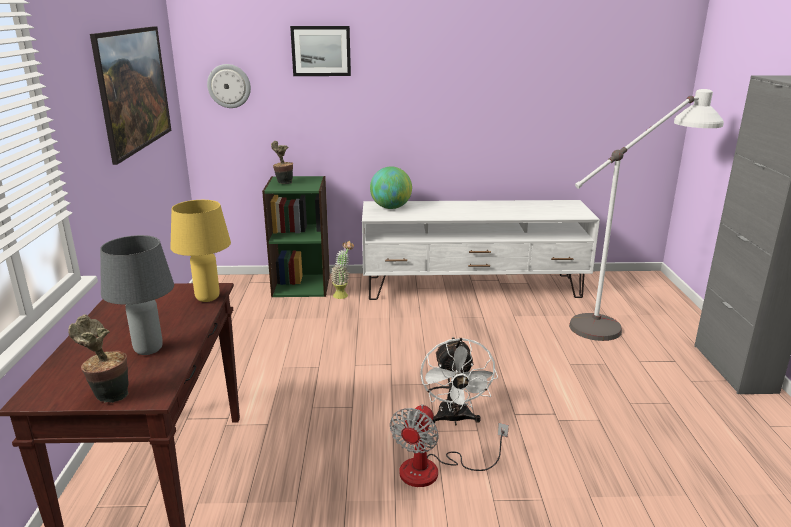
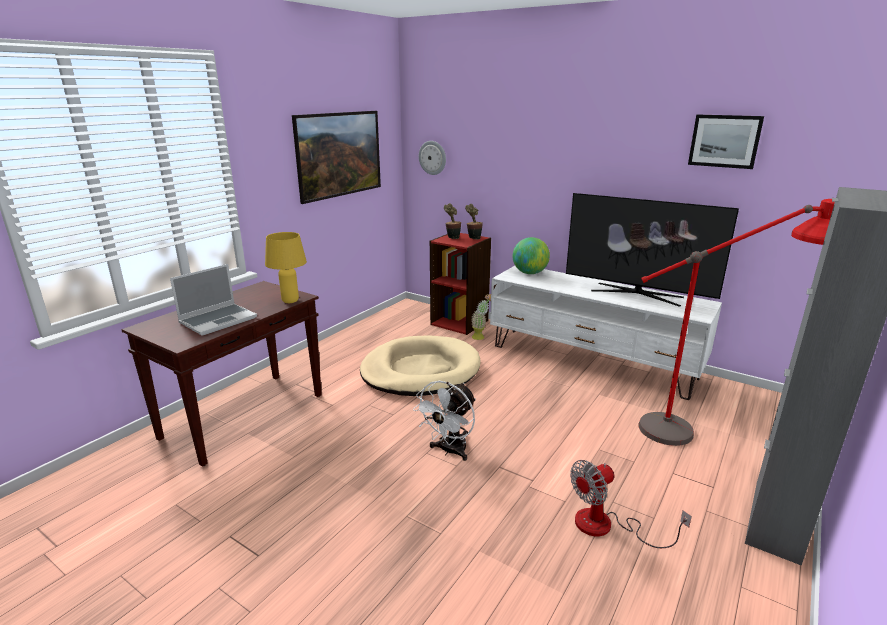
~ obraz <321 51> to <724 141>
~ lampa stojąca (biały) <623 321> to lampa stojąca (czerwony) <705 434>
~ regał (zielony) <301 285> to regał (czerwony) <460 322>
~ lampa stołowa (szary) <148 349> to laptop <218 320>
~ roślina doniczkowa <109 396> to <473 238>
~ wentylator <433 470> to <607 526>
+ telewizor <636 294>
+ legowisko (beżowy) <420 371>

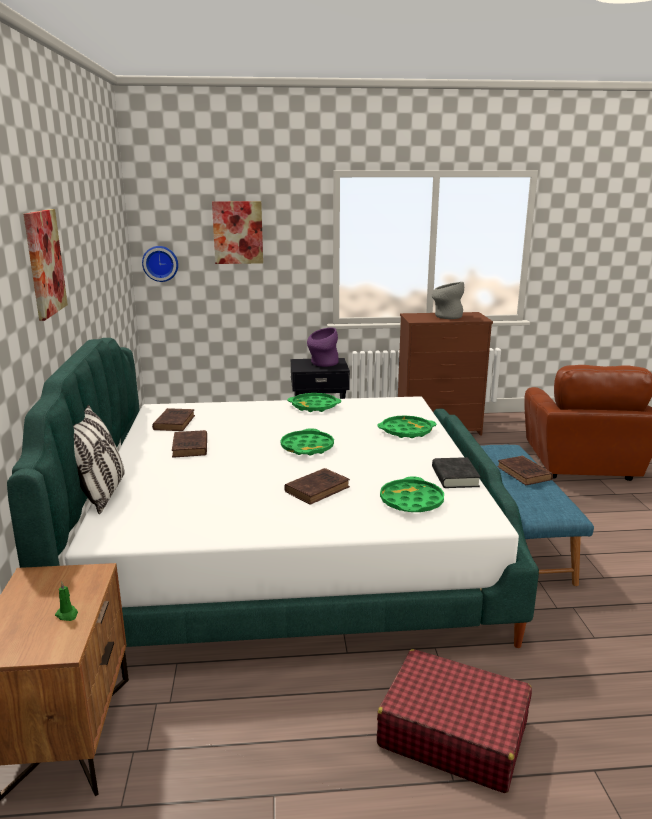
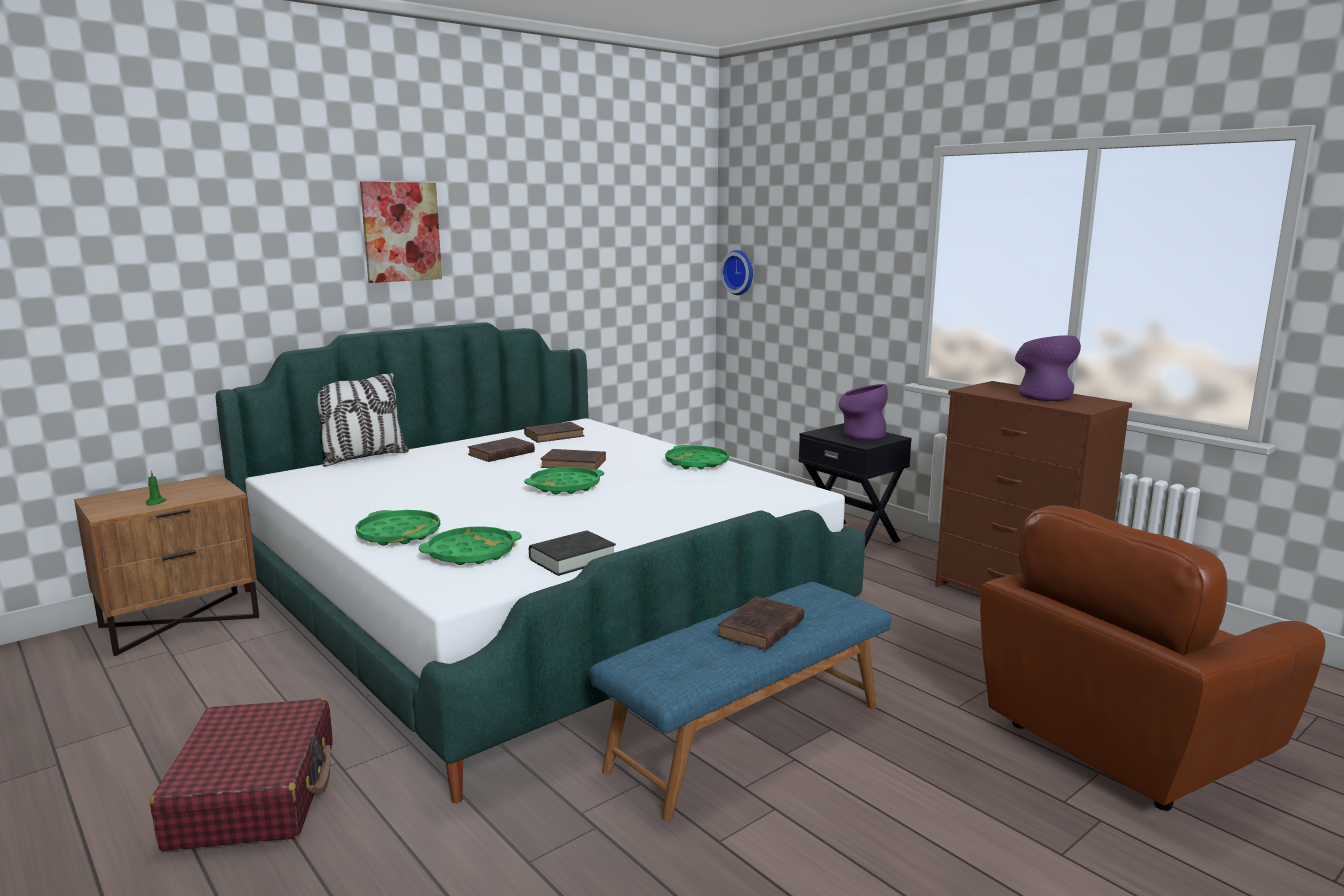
- obraz <238 232>
~ wazon (szary) <446 316> to wazon (fioletowy) <1042 395>
~ taca (zielony) <406 431> to <399 534>
~ książka (brązowy) <318 489> to <575 464>

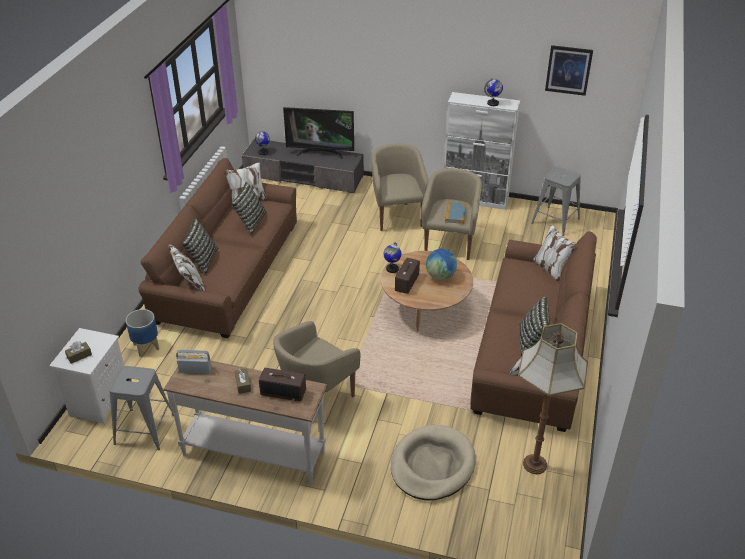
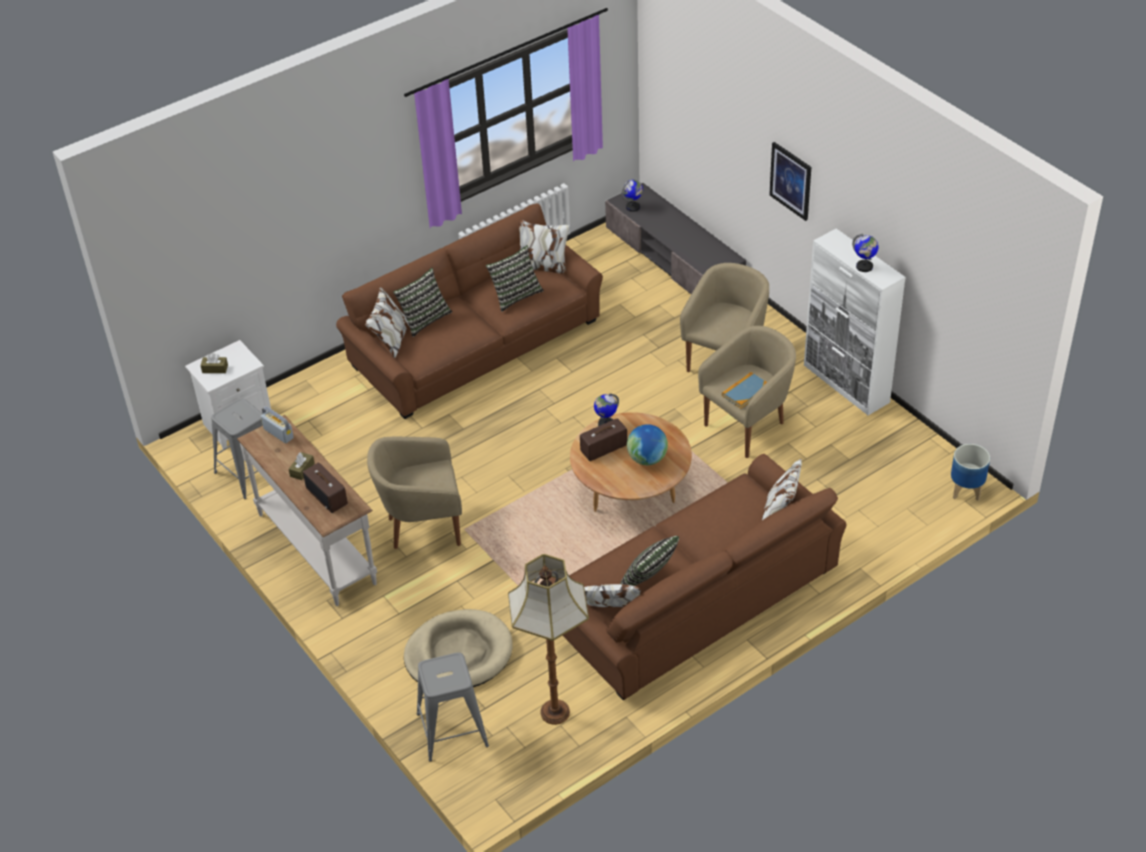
~ obraz <568 70> to <791 180>
- telewizor <320 153>
~ stołek (szary) <555 221> to <452 730>
~ donica <146 346> to <965 490>

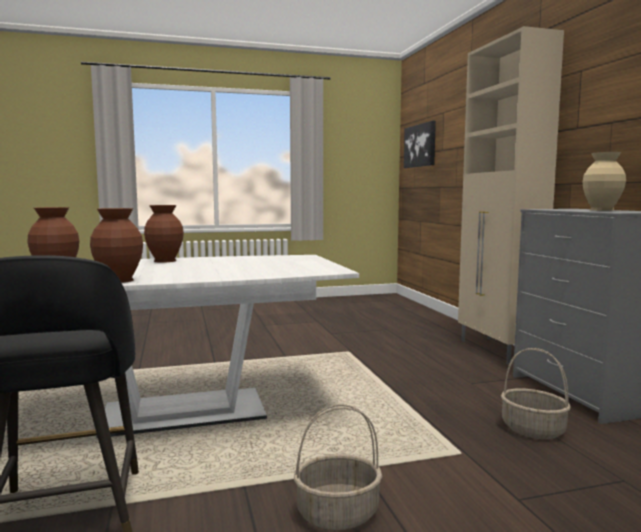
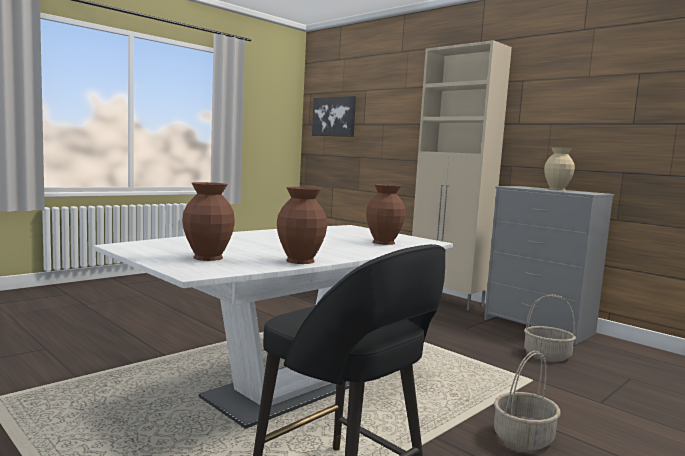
~ wazon (brązowy) <164 261> to <382 242>

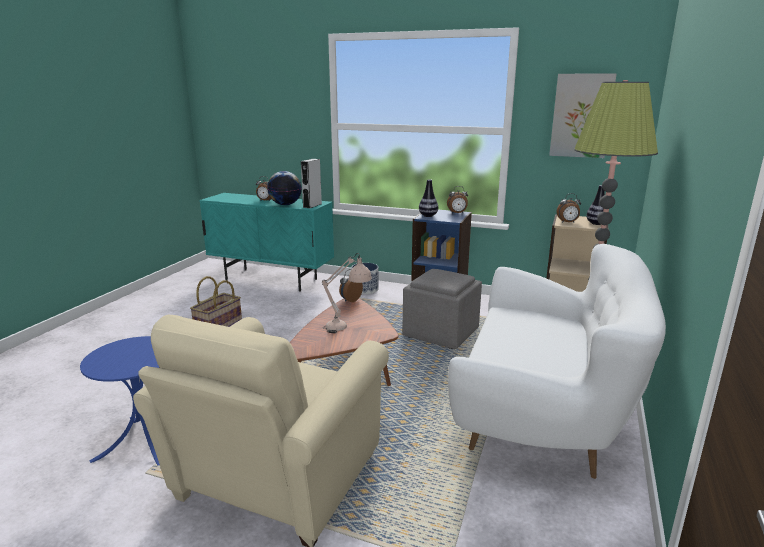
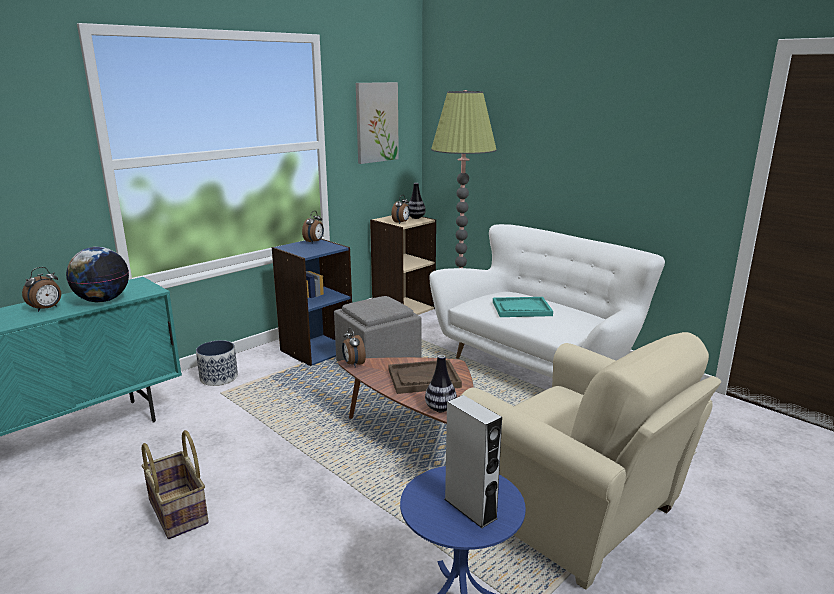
~ głośnik (szary) <312 205> to <470 508>
~ wazon <428 216> to <440 409>
~ lampa stołowa (beżowy) <347 327> to taca (brązowy) <423 378>
+ taca (turkusowy) <521 309>

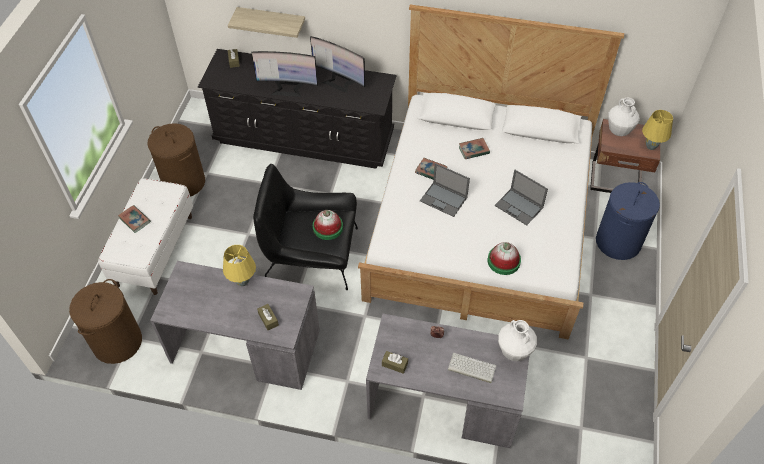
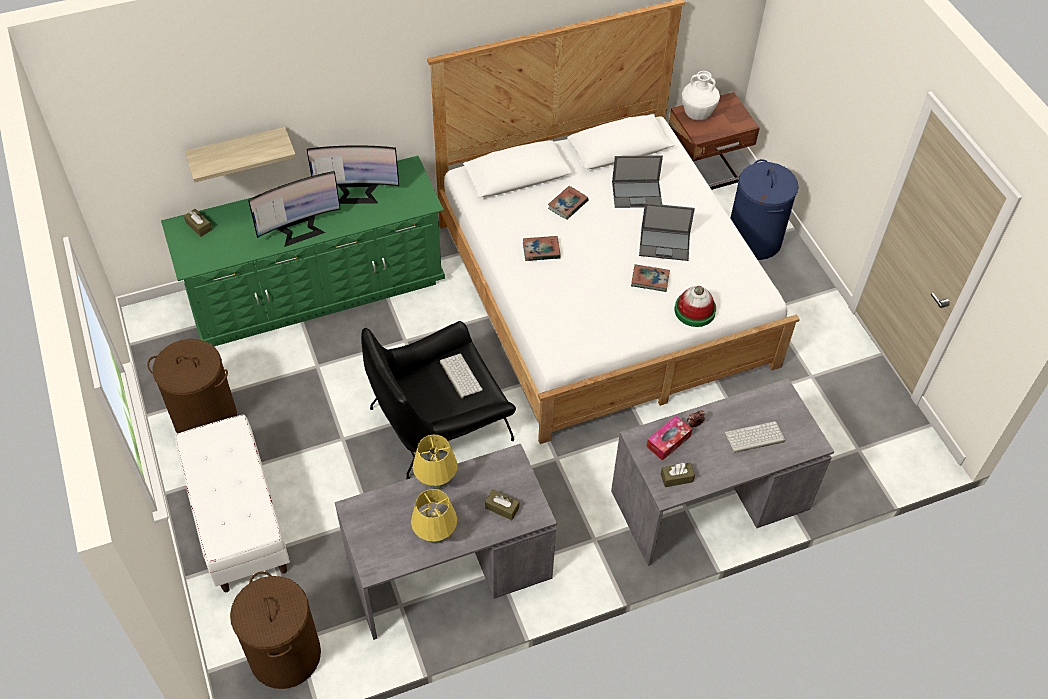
~ komoda (czarny) <304 137> to komoda (zielony) <317 289>
~ lampa stołowa (żółty) <651 146> to <436 537>
~ laptop <444 199> to <637 194>
~ książka <135 220> to <650 279>
~ kapelusz <328 227> to klawiatura <459 375>
- wazon (biały) <514 352>
+ pudełko chusteczek <668 441>

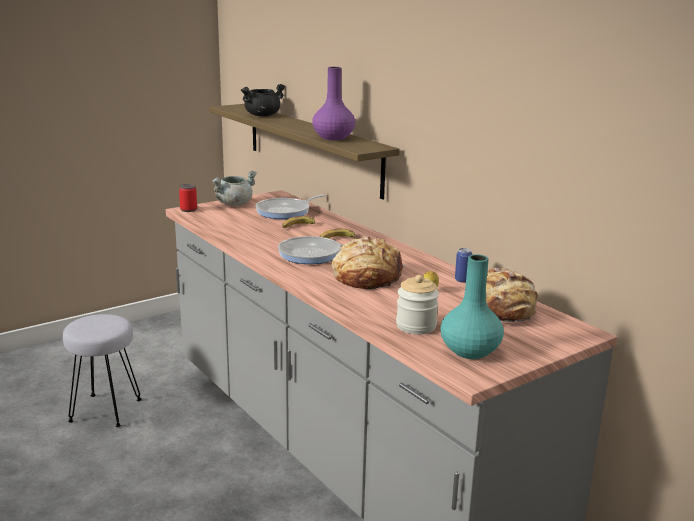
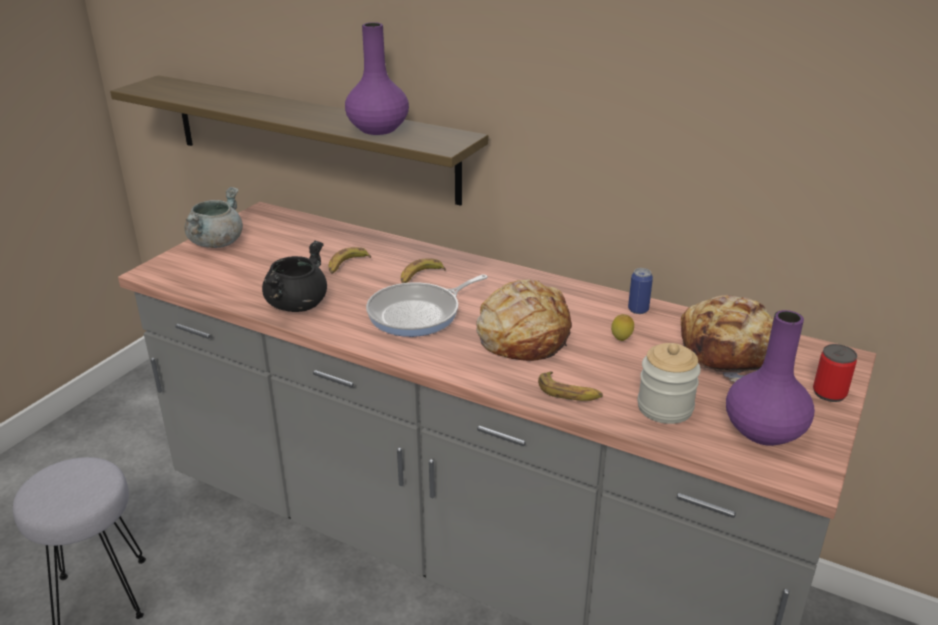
~ garnek (czarny) <262 115> to <296 304>
~ puszka <188 210> to <829 393>
- patelnia <286 211>
~ wazon (turkusowy) <469 351> to wazon (fioletowy) <763 432>
+ banan <569 392>

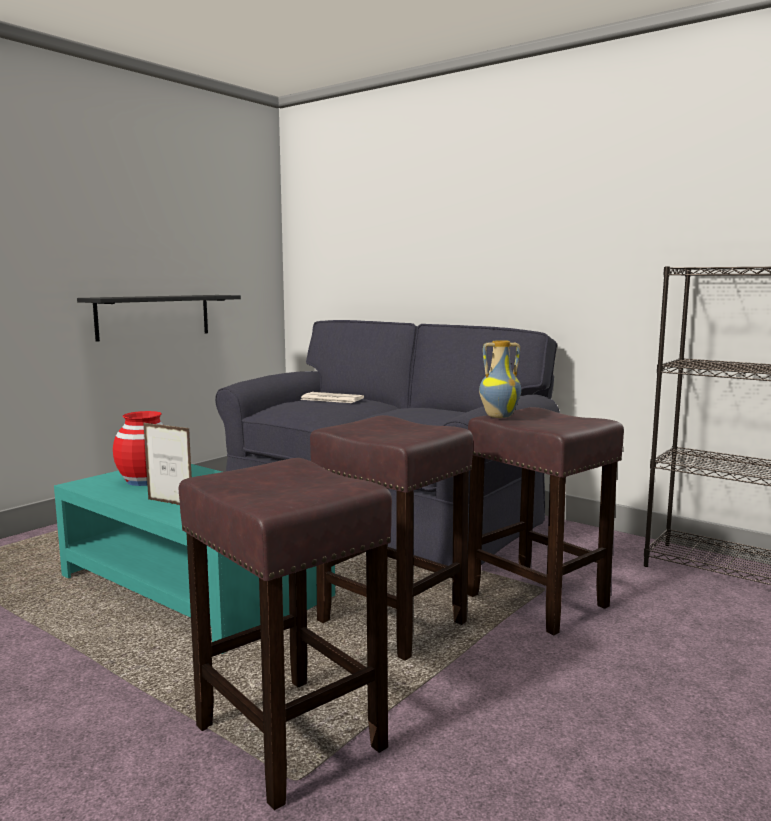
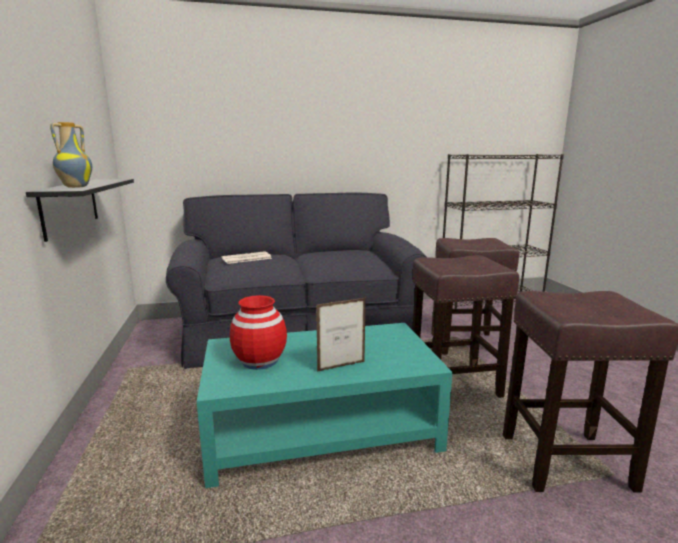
~ wazon <499 416> to <76 187>

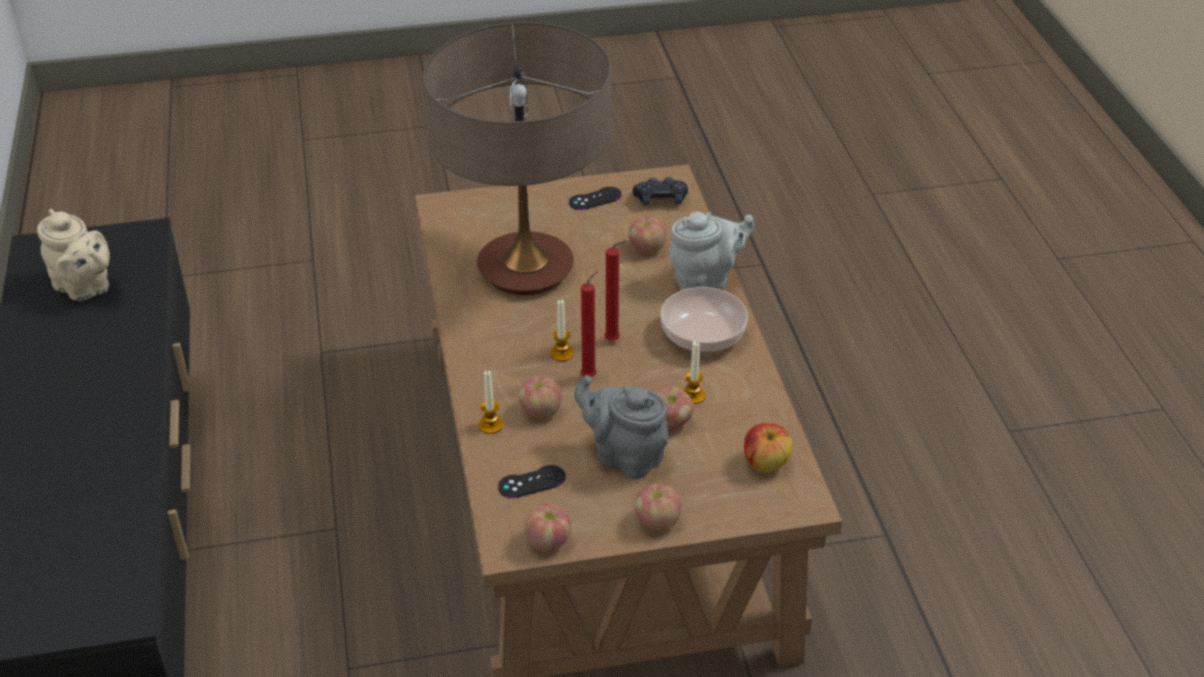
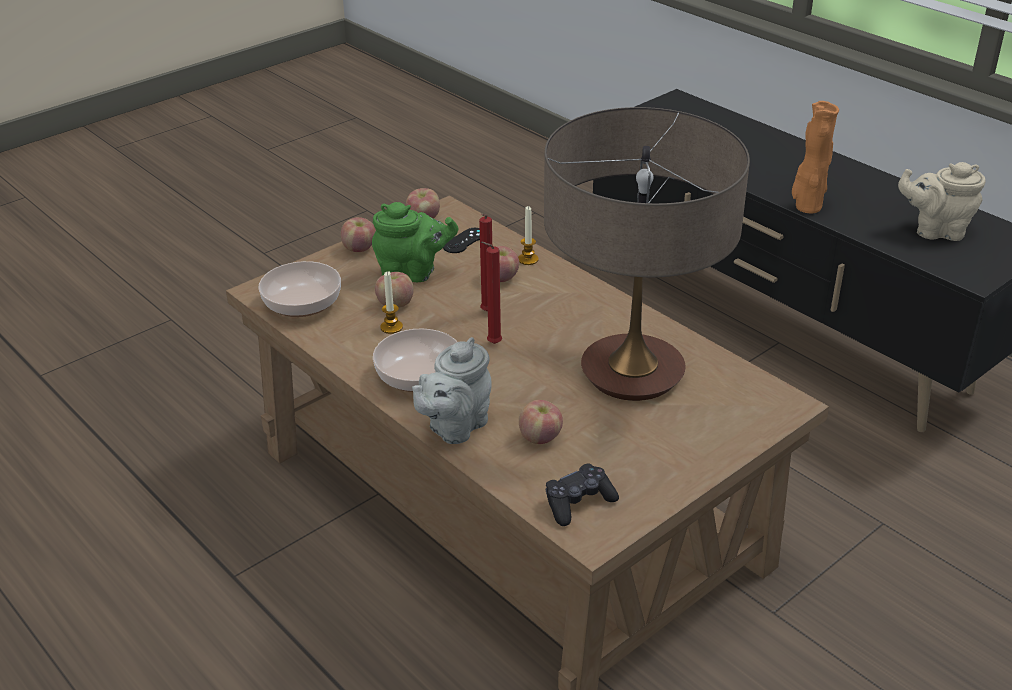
- pad do gier (czarny) <595 199>
- świeca <561 353>
~ imbryk (szary) <624 456> to imbryk (zielony) <413 274>
~ jabłko <765 464> to miska <302 303>
+ wazon (pomarańczowy) <806 208>

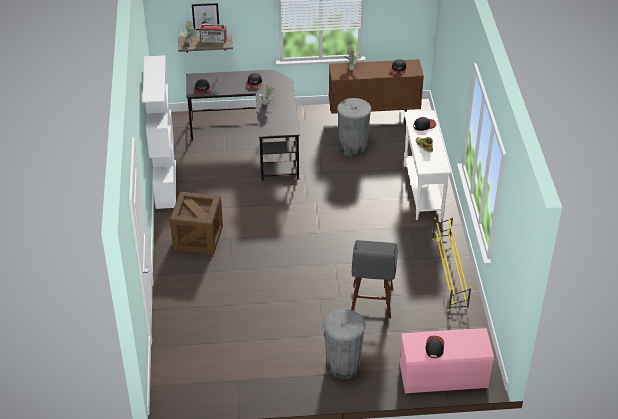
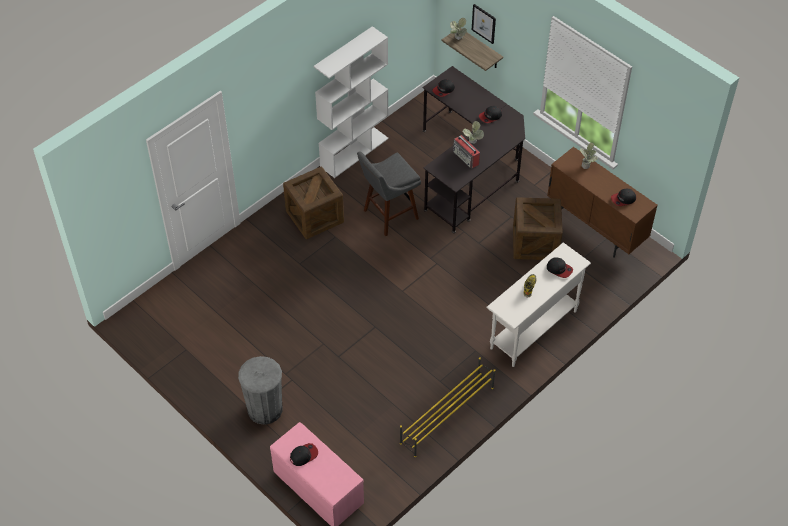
~ radio <213 40> to <466 158>
~ kosz na śmieci (szary) <353 148> to skrzynka <535 242>
~ stołek (szary) <371 304> to <388 216>

